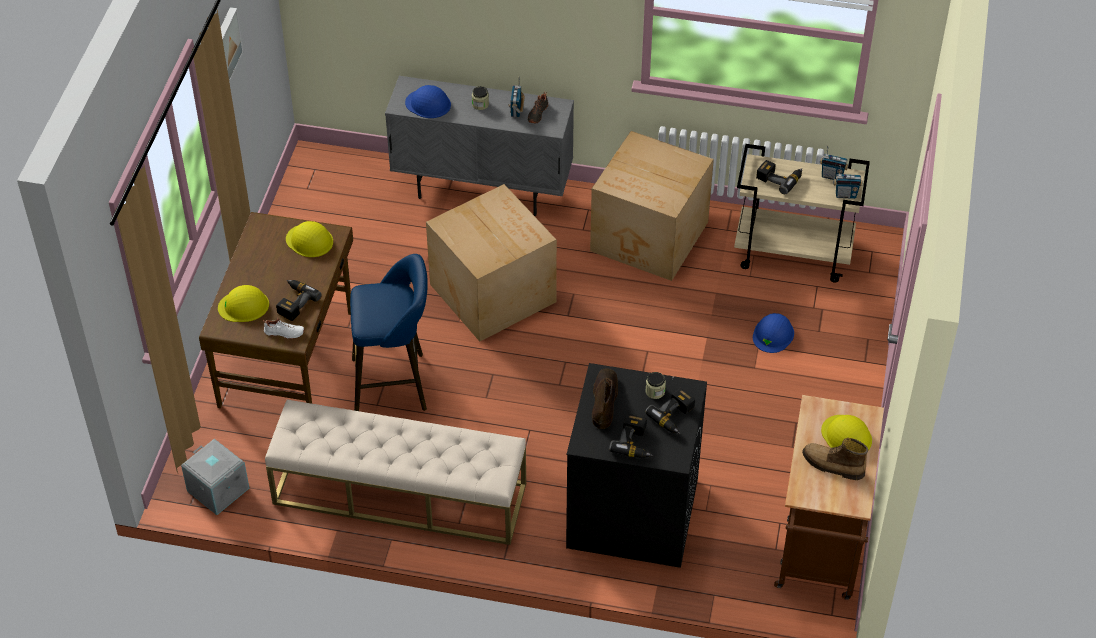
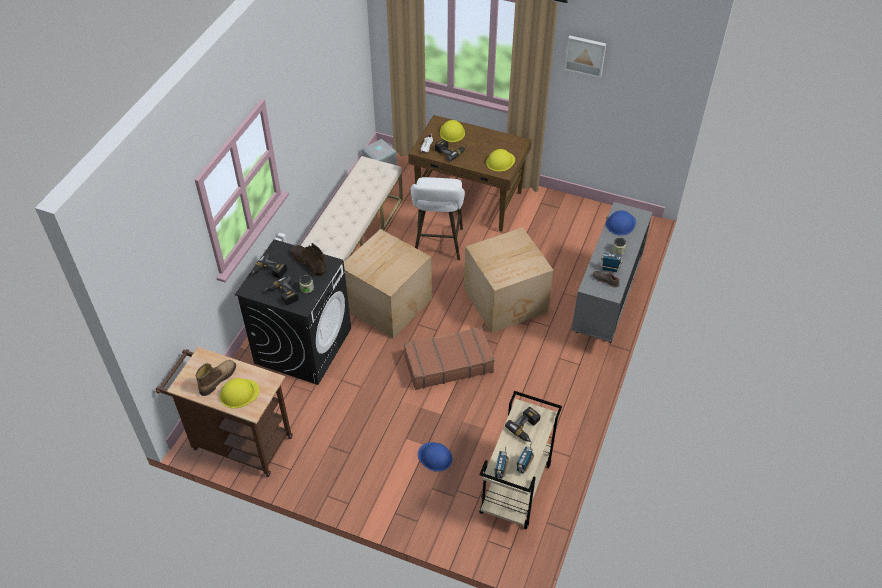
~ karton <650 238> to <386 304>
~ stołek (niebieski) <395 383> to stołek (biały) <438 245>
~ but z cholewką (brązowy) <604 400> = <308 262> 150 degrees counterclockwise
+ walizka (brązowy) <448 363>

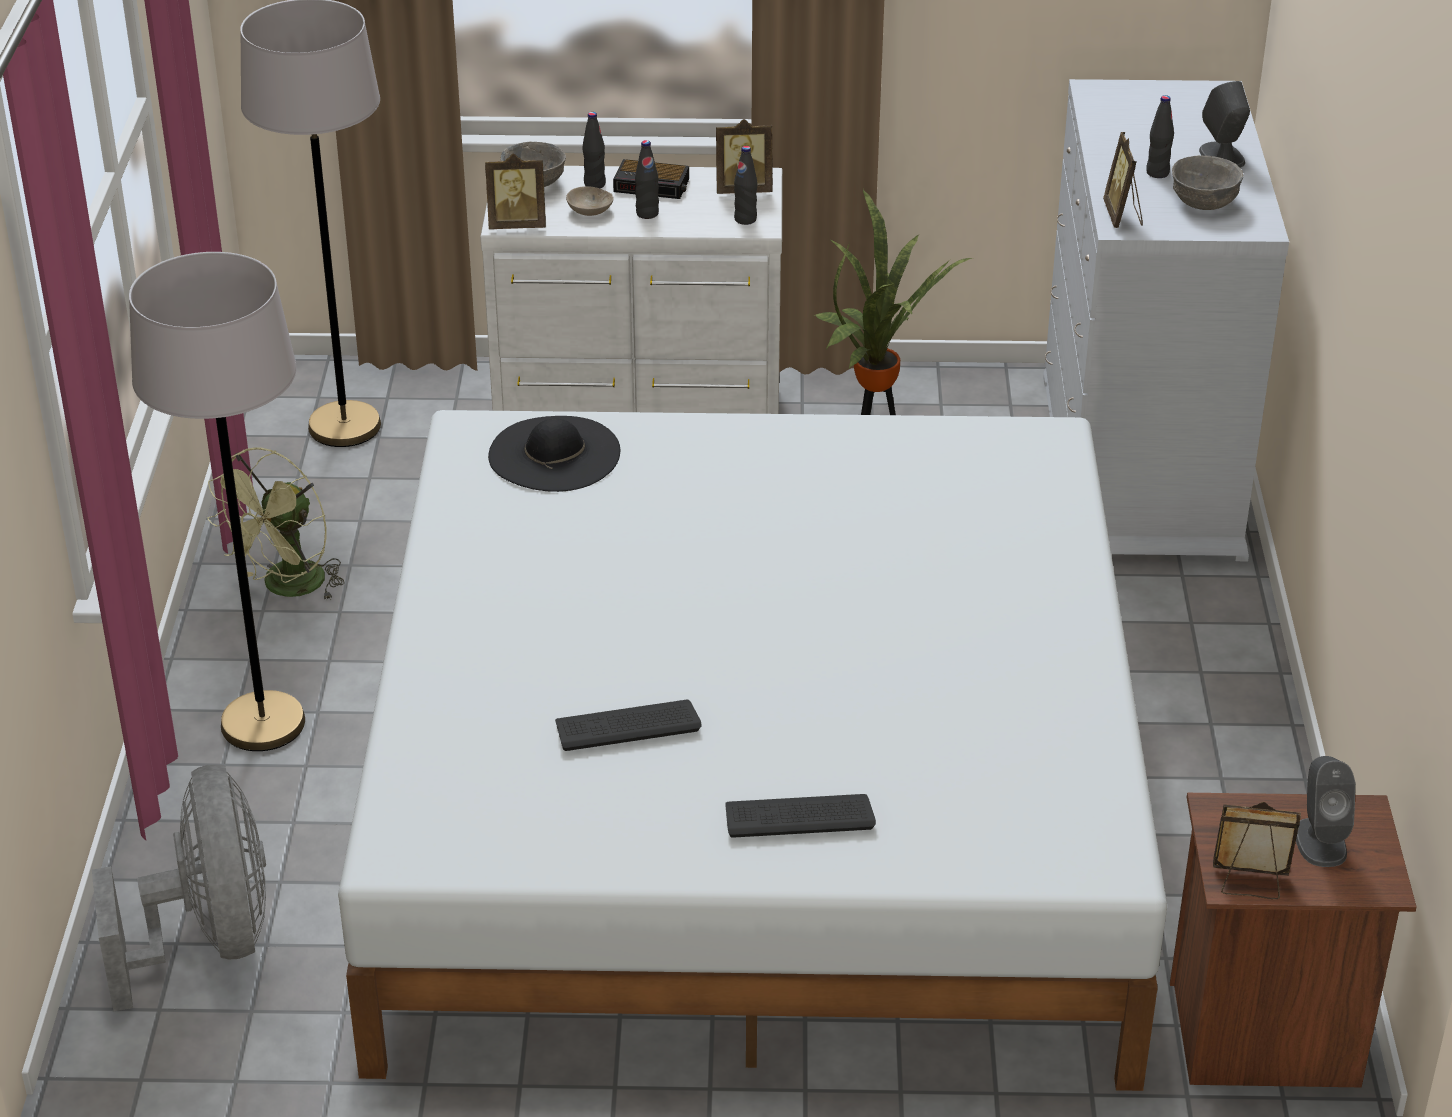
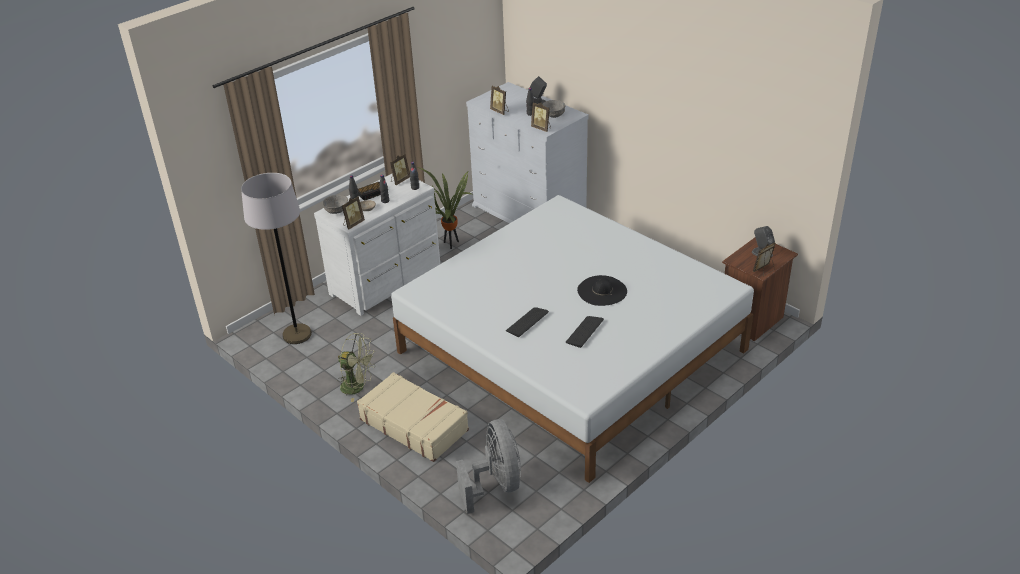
~ lampa stojąca (szary) <263 724> to walizka (beżowy) <414 424>
~ kapelusz (czarny) <554 454> to <602 291>
~ wentylator (zielony) <287 588> = <358 387> 60 degrees counterclockwise
~ wentylator (szary) <209 941> = <496 484> 45 degrees clockwise
~ klawiatura <799 817> to <527 322>
+ ramka na zdjęcie <500 111>

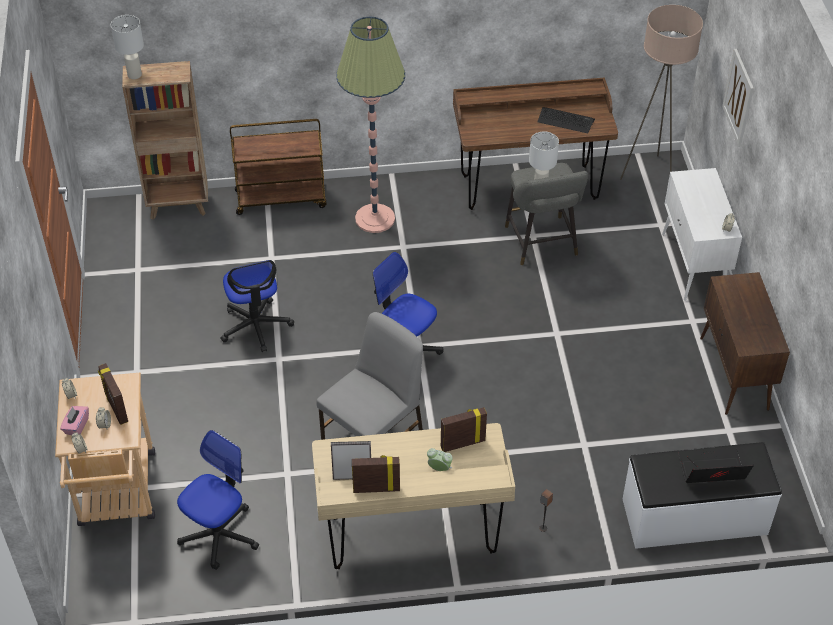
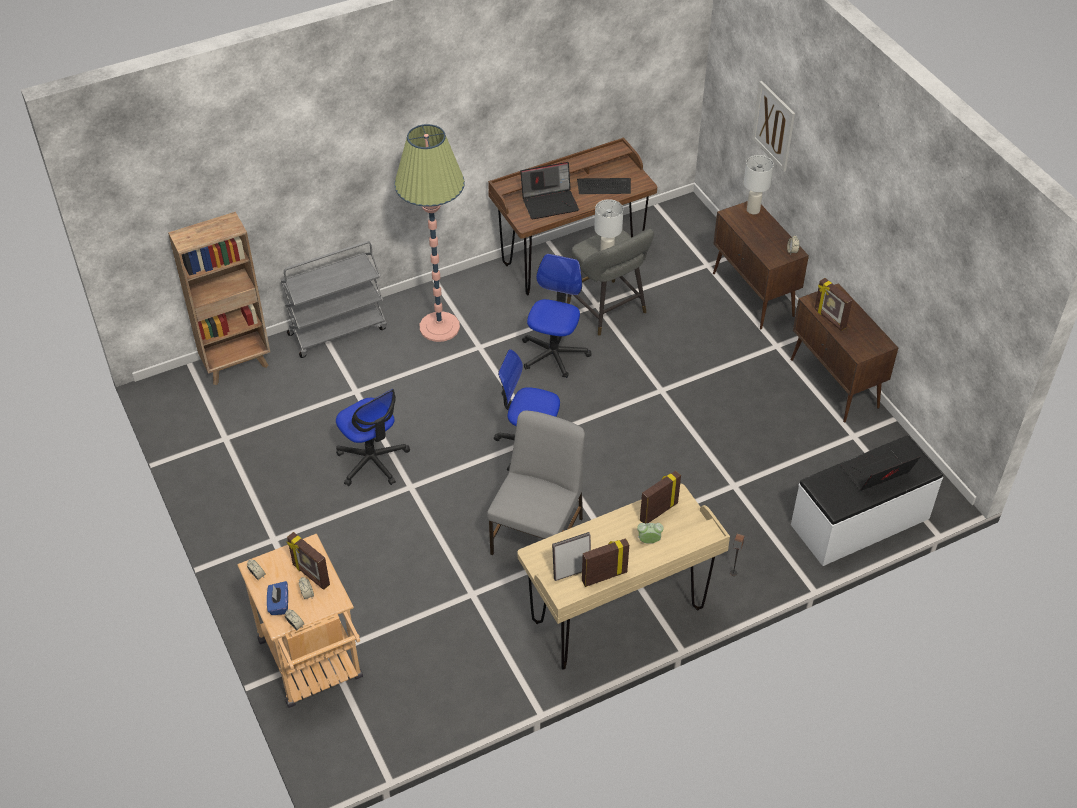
- lampa stojąca (beżowy) <650 175>
~ lampa stołowa (biały) <135 74> to <753 209>
~ wózek (brązowy) <281 198> to wózek (szary) <338 330>
~ szafka (biały) <693 265> to szafka (brązowy) <753 295>
~ pudełko chusteczek (różowy) <76 426> to pudełko chusteczek (niebieski) <279 604>
~ krzesło biurowe <219 534> to <554 354>
+ laptop <550 202>
+ ramka na zdjęcie <829 319>

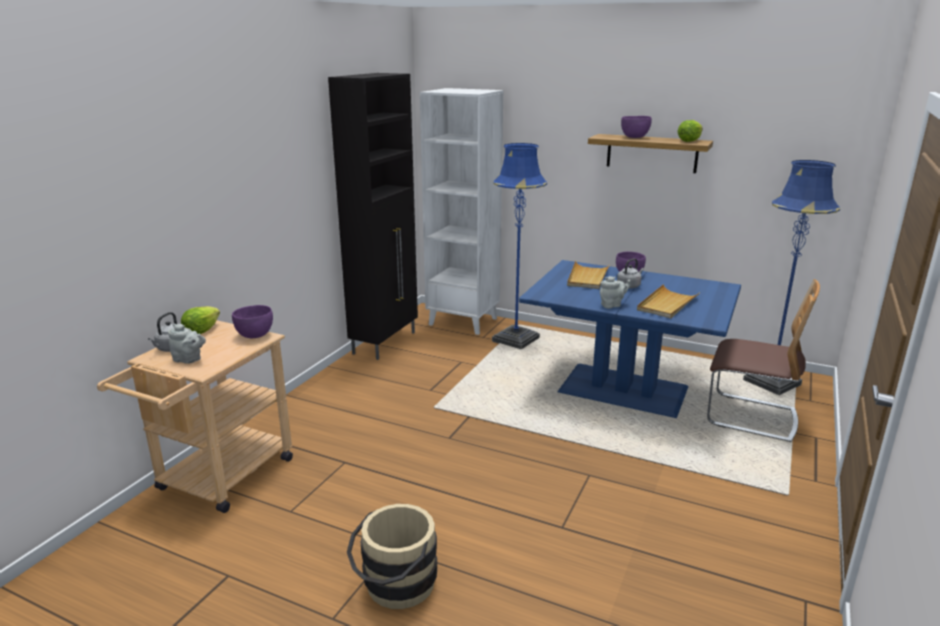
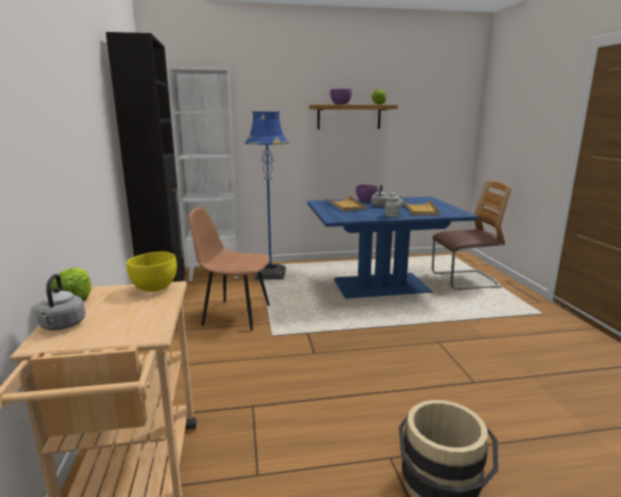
- lampa stojąca (niebieski) <772 382>
~ miska (fioletowy) <255 335> to miska (żółty) <155 288>
- imbryk (szary) <189 360>
+ krzesło (brązowy) <235 315>

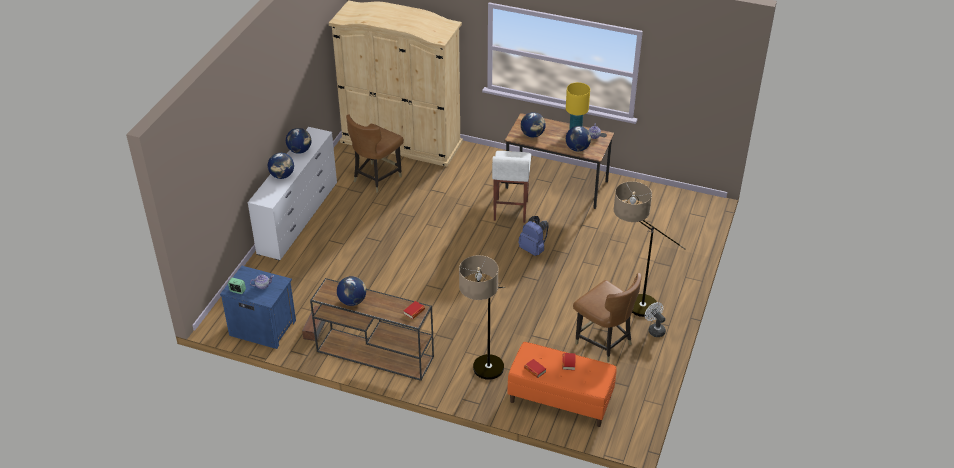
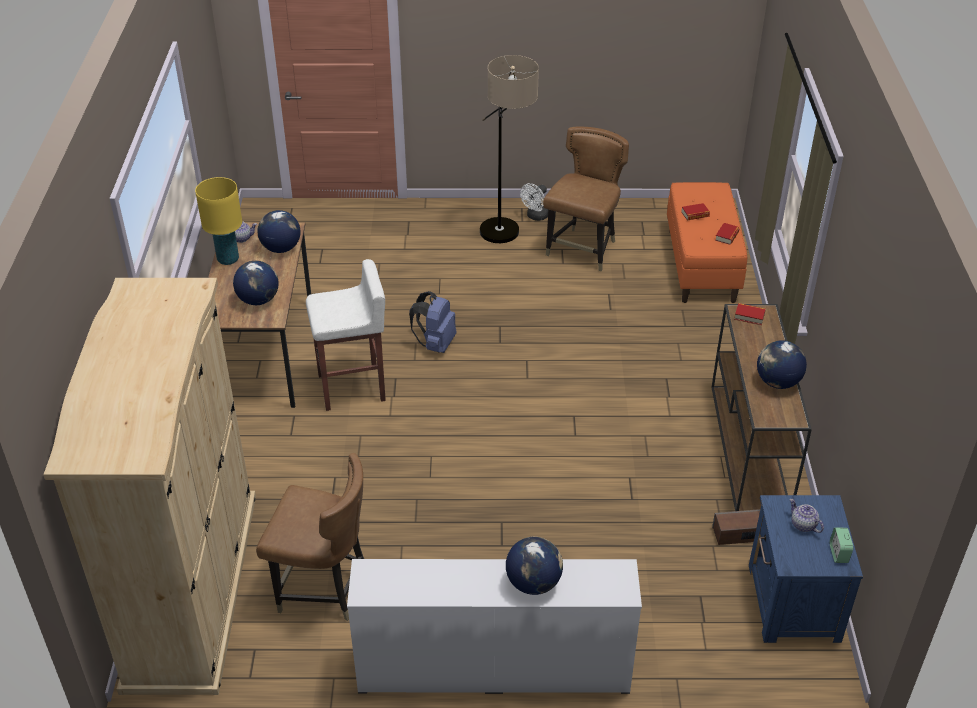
- globus <300 150>
- lampa stojąca <482 376>

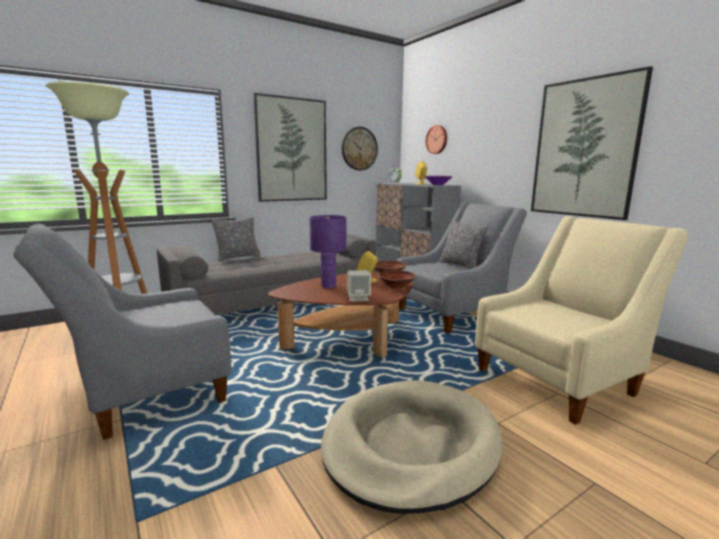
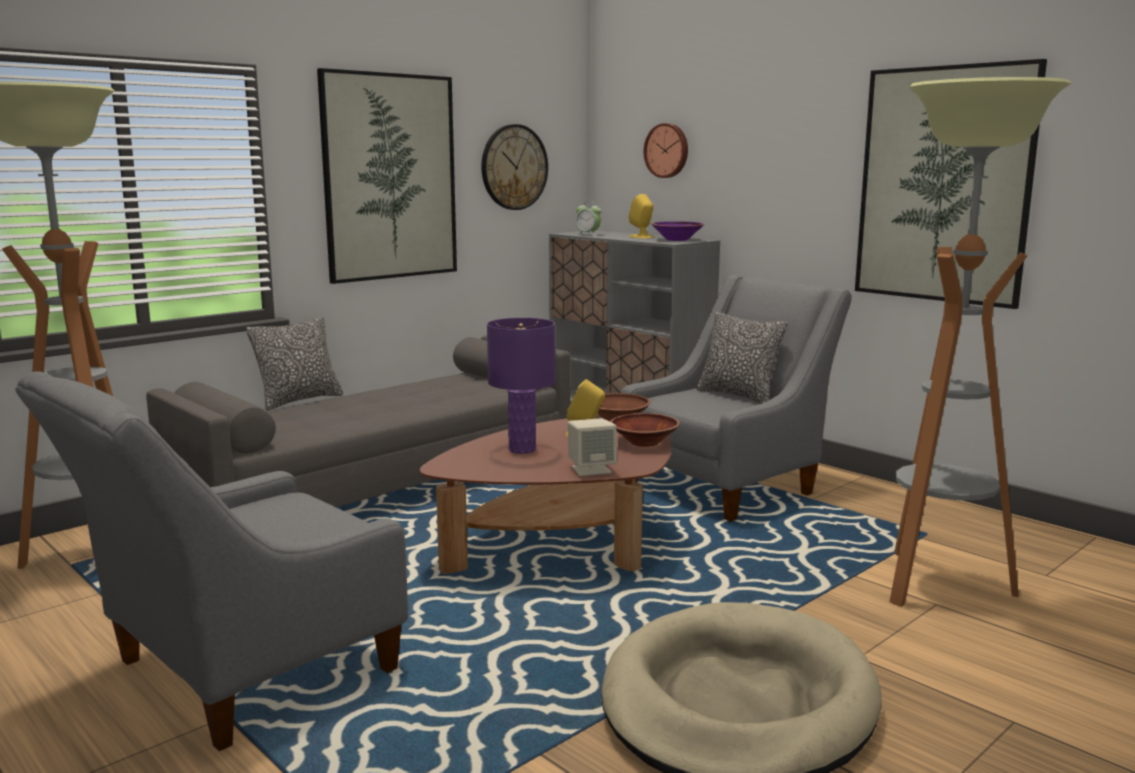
~ fotel (beżowy) <561 379> to lampa stojąca <936 582>

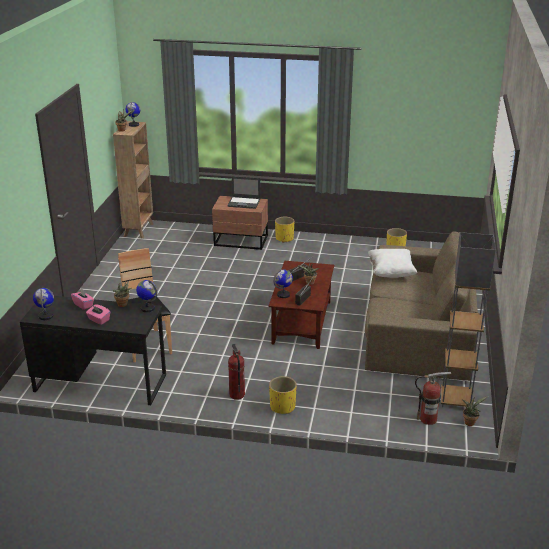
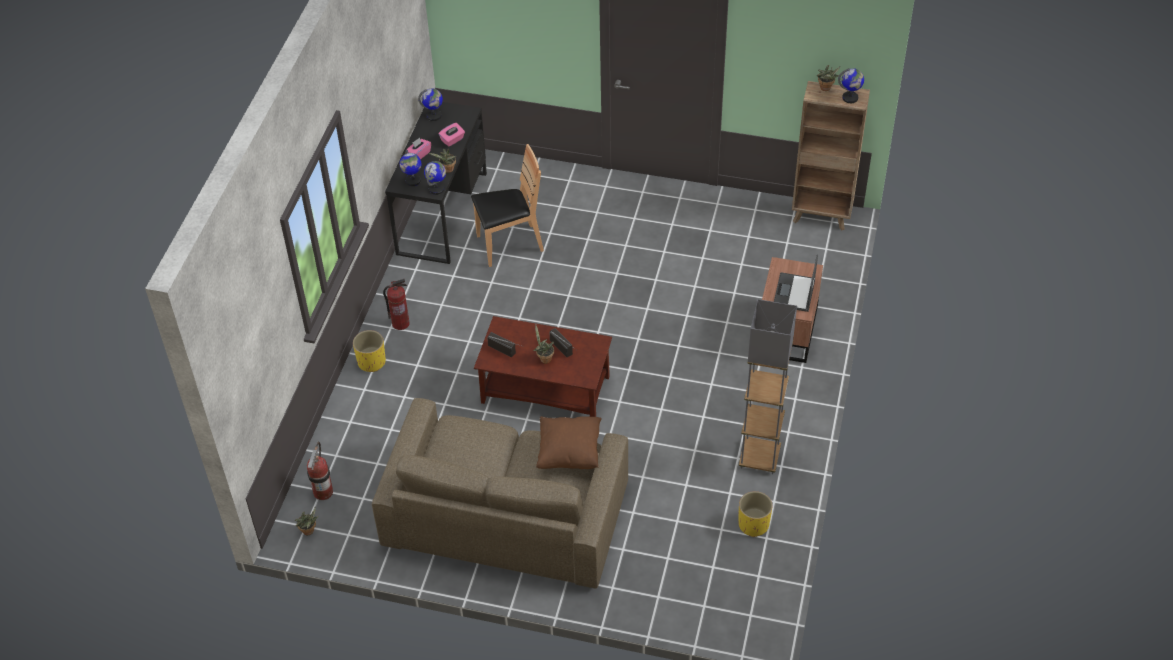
- donica (żółty) <284 238>
~ lampa stojąca (szary) <455 400> to <759 458>
~ poduszka (biały) <391 273> to poduszka (brązowy) <569 453>
~ globus <283 295> to <413 181>

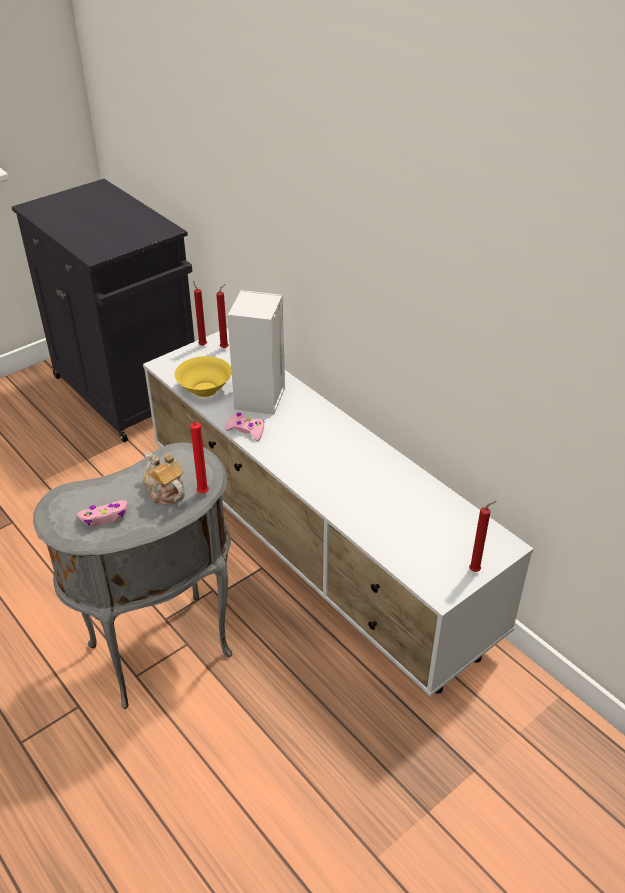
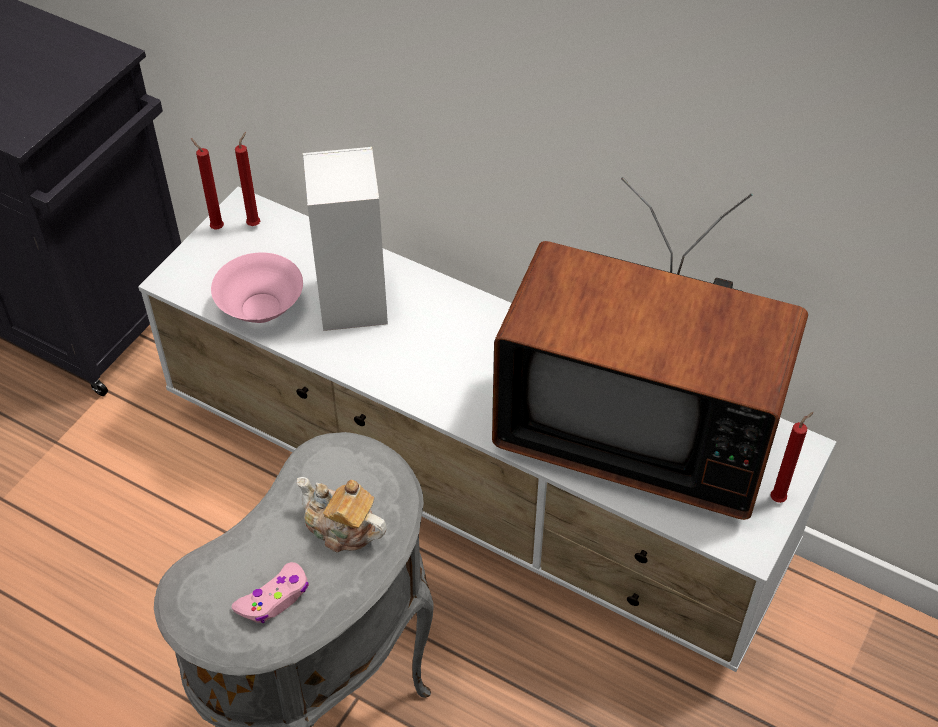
~ miska (żółty) <205 389> to miska (różowy) <261 307>
- pad do gier (różowy) <246 430>
- świeca (czerwony) <201 492>
+ telewizor <637 426>

